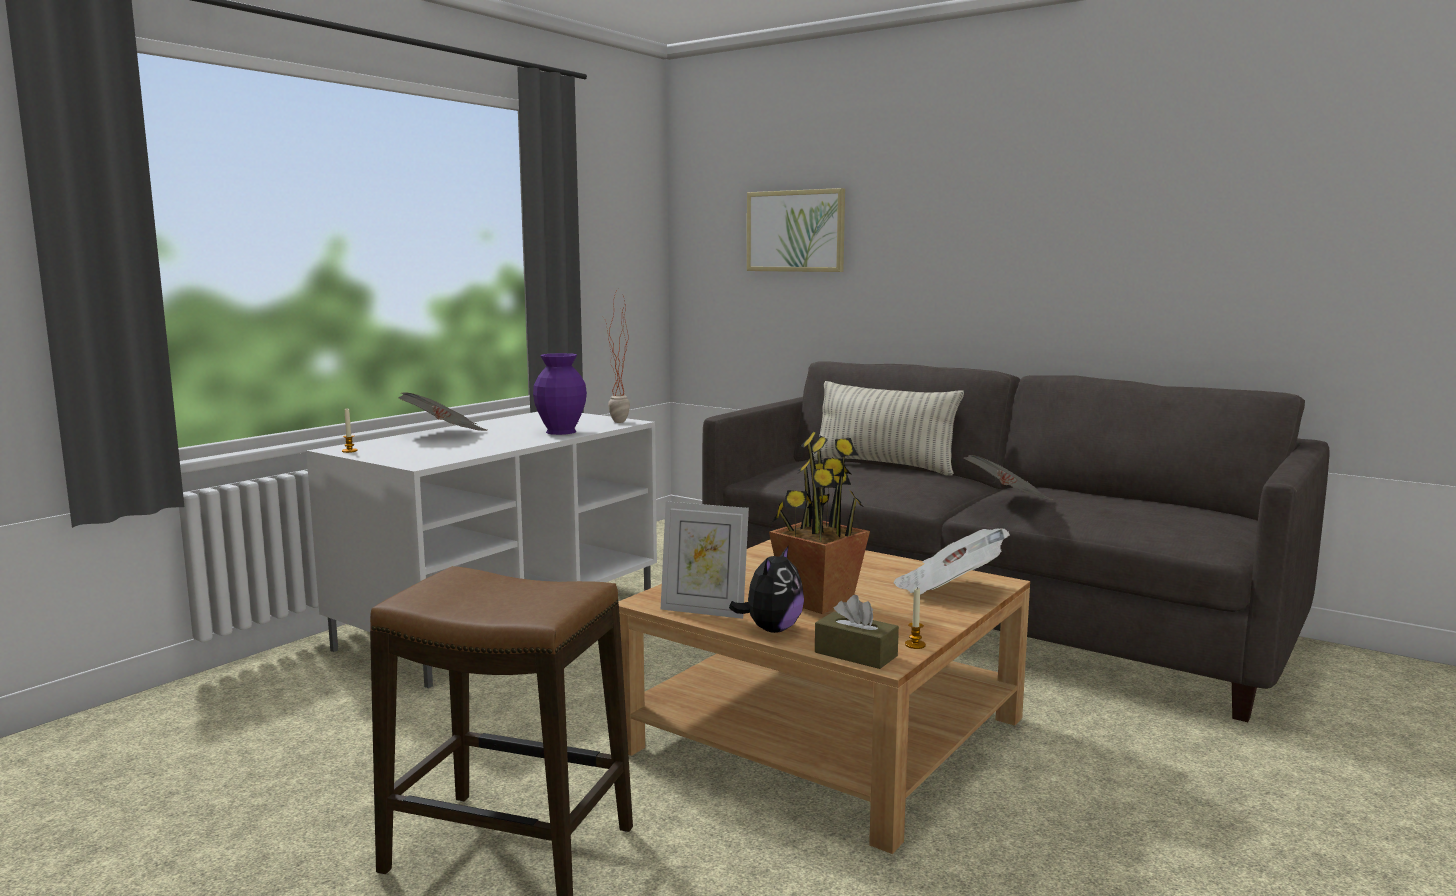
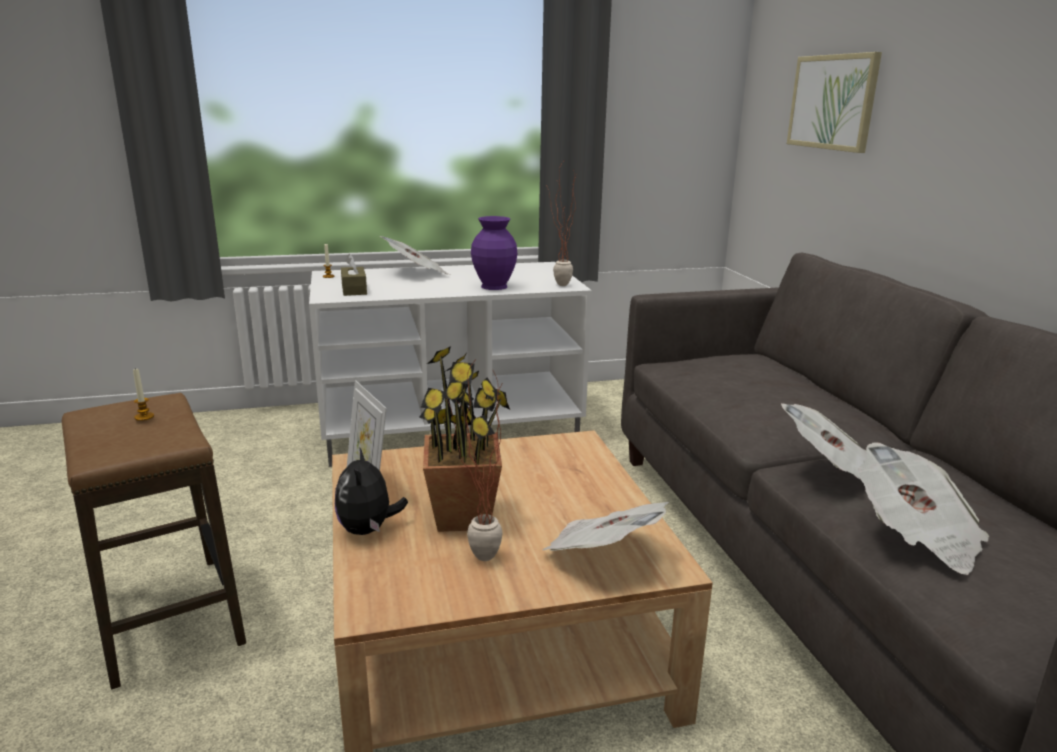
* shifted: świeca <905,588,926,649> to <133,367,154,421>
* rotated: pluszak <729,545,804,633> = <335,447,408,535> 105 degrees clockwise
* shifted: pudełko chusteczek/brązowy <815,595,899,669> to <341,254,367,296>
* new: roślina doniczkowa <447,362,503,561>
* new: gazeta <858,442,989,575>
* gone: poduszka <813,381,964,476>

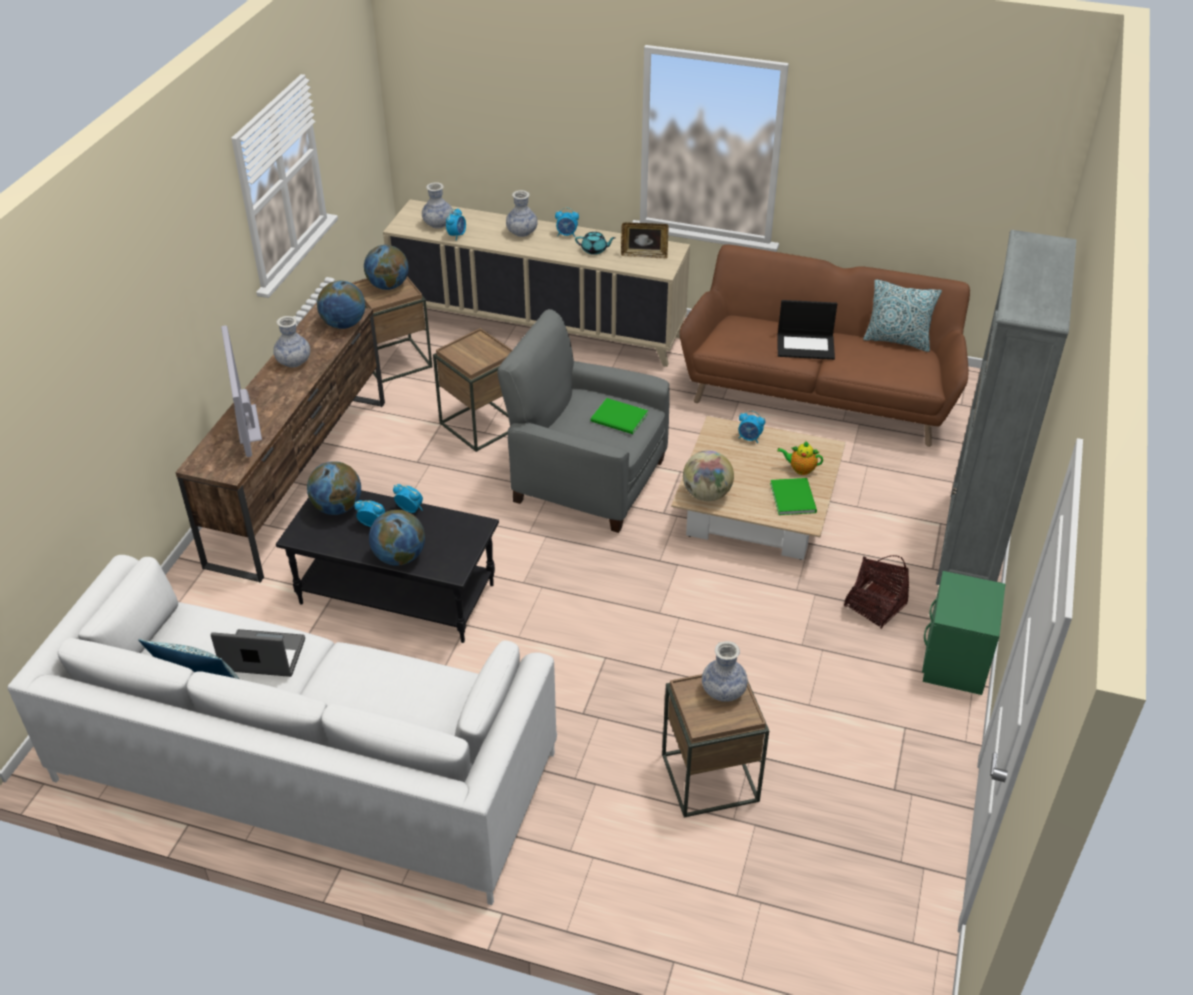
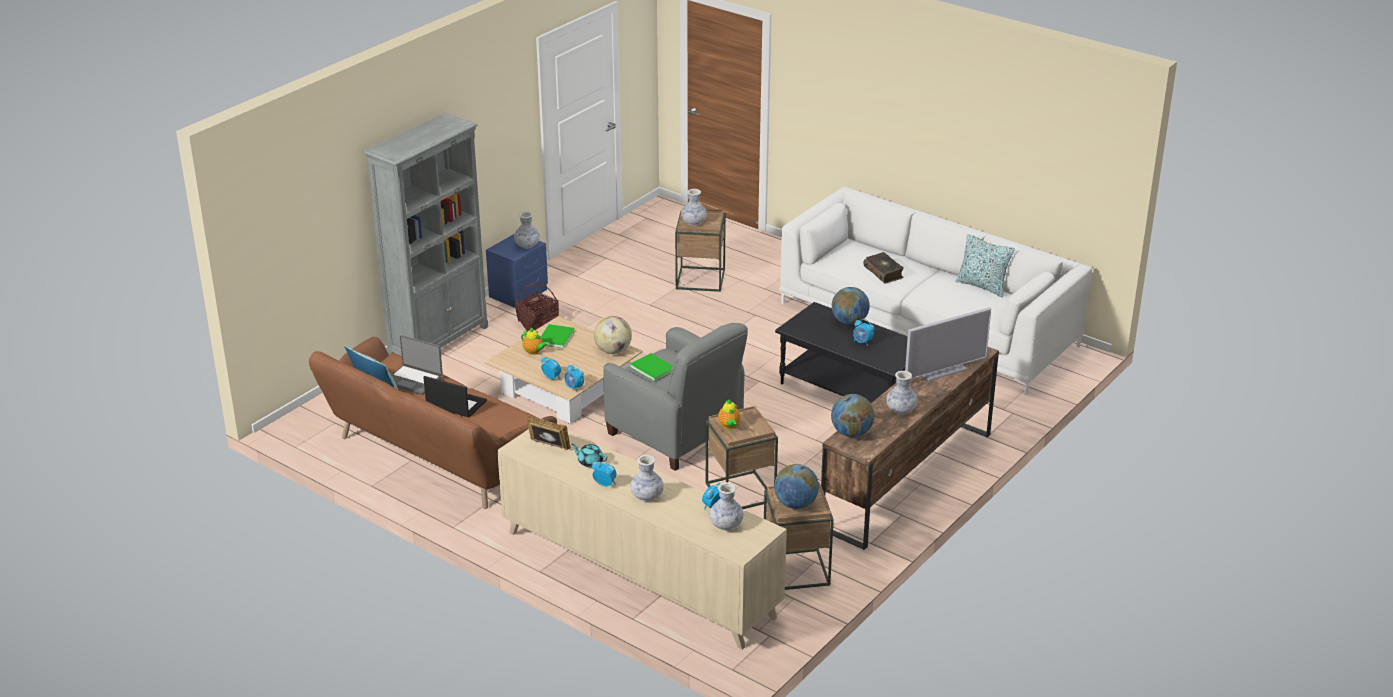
* shifted: laptop <211,629,305,677> to <391,335,443,395>
* repainted: szafka nocna/zielony <922,571,1005,695> to szafka nocna/niebieski <486,234,548,308>
* new: wazon <514,211,540,249>
* shifted: budzik <393,484,423,513> to <565,364,584,392>
* new: imbryk <718,399,740,429>
* new: książka <863,252,904,283>
* rotated: telewizor <221,325,262,457> = <905,307,991,381> 60 degrees clockwise
* gone: globus <307,461,361,515>

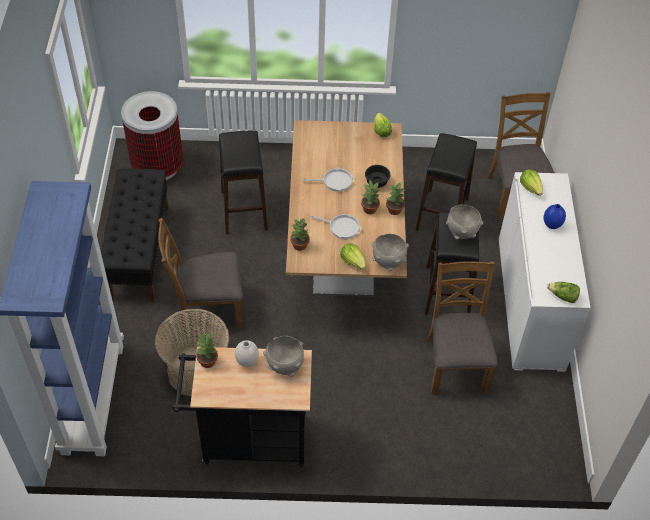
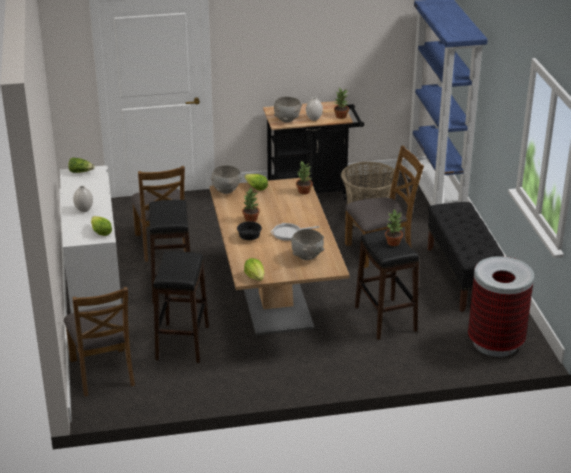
* repainted: wazon/niebieski <544,204,566,229> to wazon/biały <73,186,93,212>
* shifted: miska/szary <446,204,483,240> to <290,229,324,260>
* shifted: roślina doniczkowa <386,183,405,215> to <385,209,403,246>
* gone: patelnia <311,214,362,239>

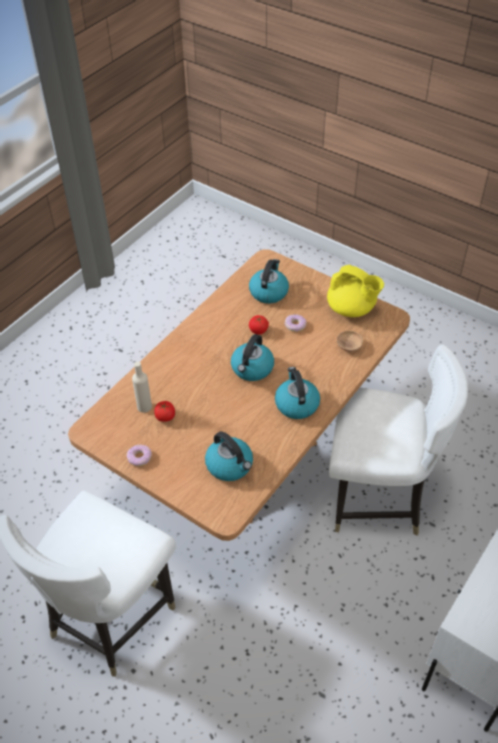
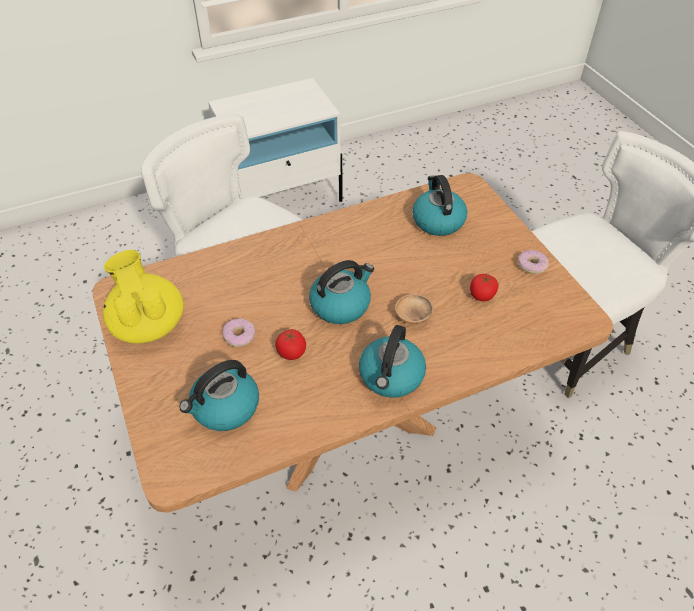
* shifted: czajnik <275,367,320,419> to <359,325,426,398>
* shifted: miska/brązowy <337,331,363,352> to <395,294,434,324>
* gone: butelka/beżowy <132,362,152,413>

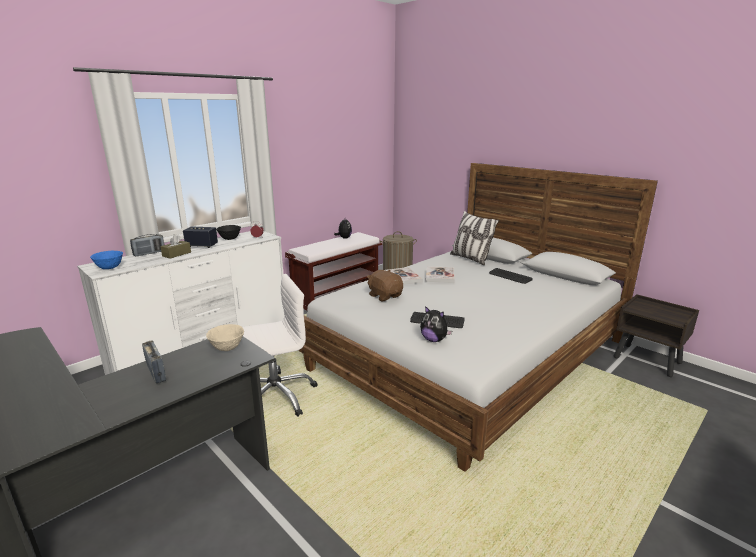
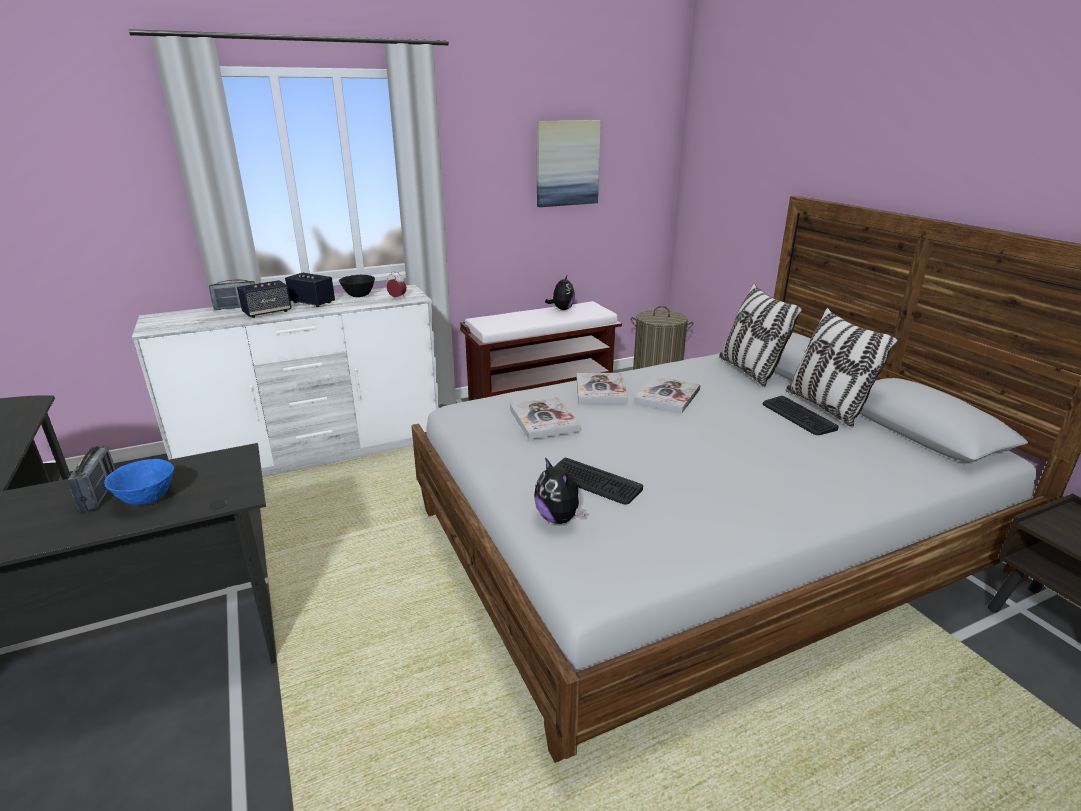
* shifted: miska/niebieski <90,251,123,269> to <104,459,174,505>
* swapped: pudełko chusteczek/brązowy <160,234,191,259> to głośnik <237,280,292,318>
* swapped: pluszak/brązowy <367,270,403,301> to książka <510,397,581,439>
* new: obraz <537,120,601,207>
* new: poduszka <786,308,899,427>
* gone: miska/beżowy <206,324,244,351>
* gone: krzesło biurowe/biały <242,274,318,417>

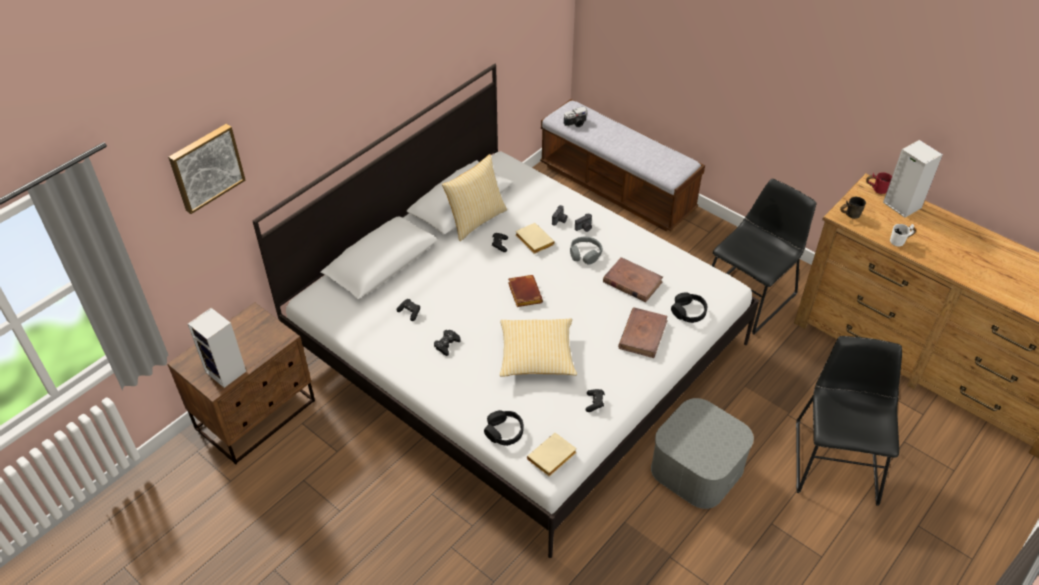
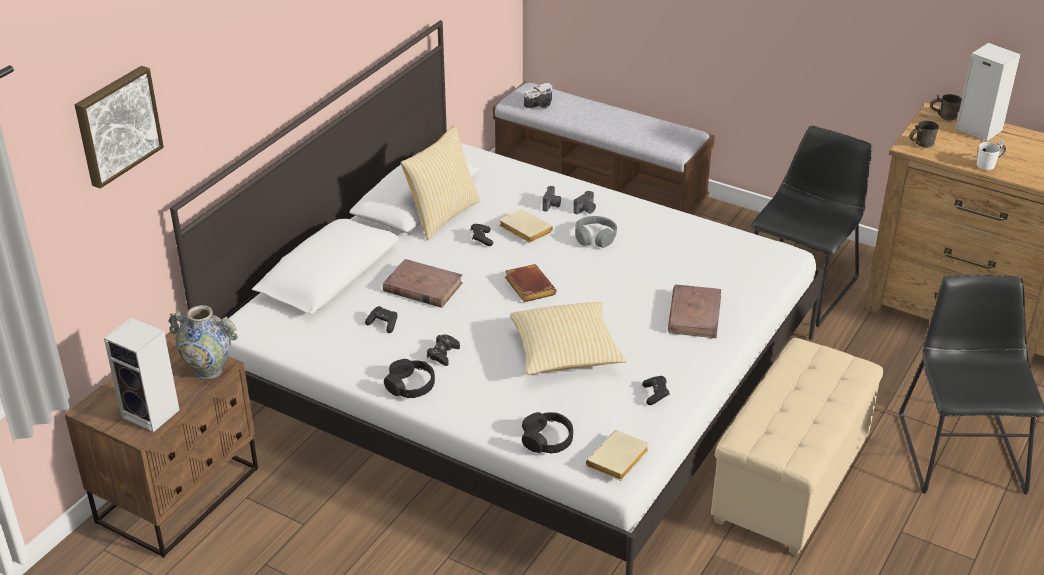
* new: wazon <168,305,238,379>
* shifted: książka/brązowy <603,257,663,302> to <383,259,463,308>
* shifted: słuchawki/czarny <671,292,707,323> to <384,359,435,398>
* swapped: pojemnik do przechowywania/szary <651,398,754,509> to pufa/beżowy <711,338,883,556>
* repainted: kubek/czerwony <866,172,892,194> to kubek/szary <930,94,962,121>

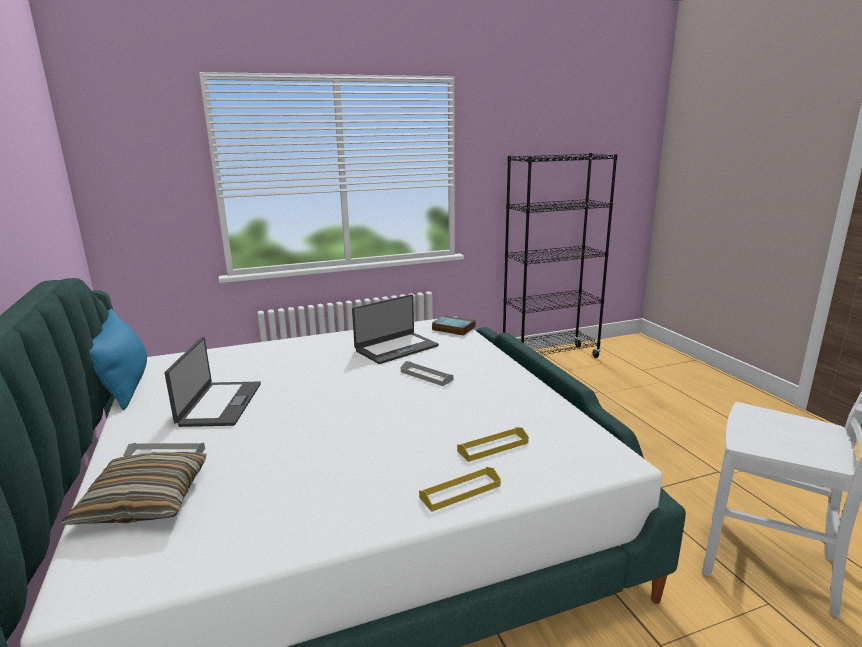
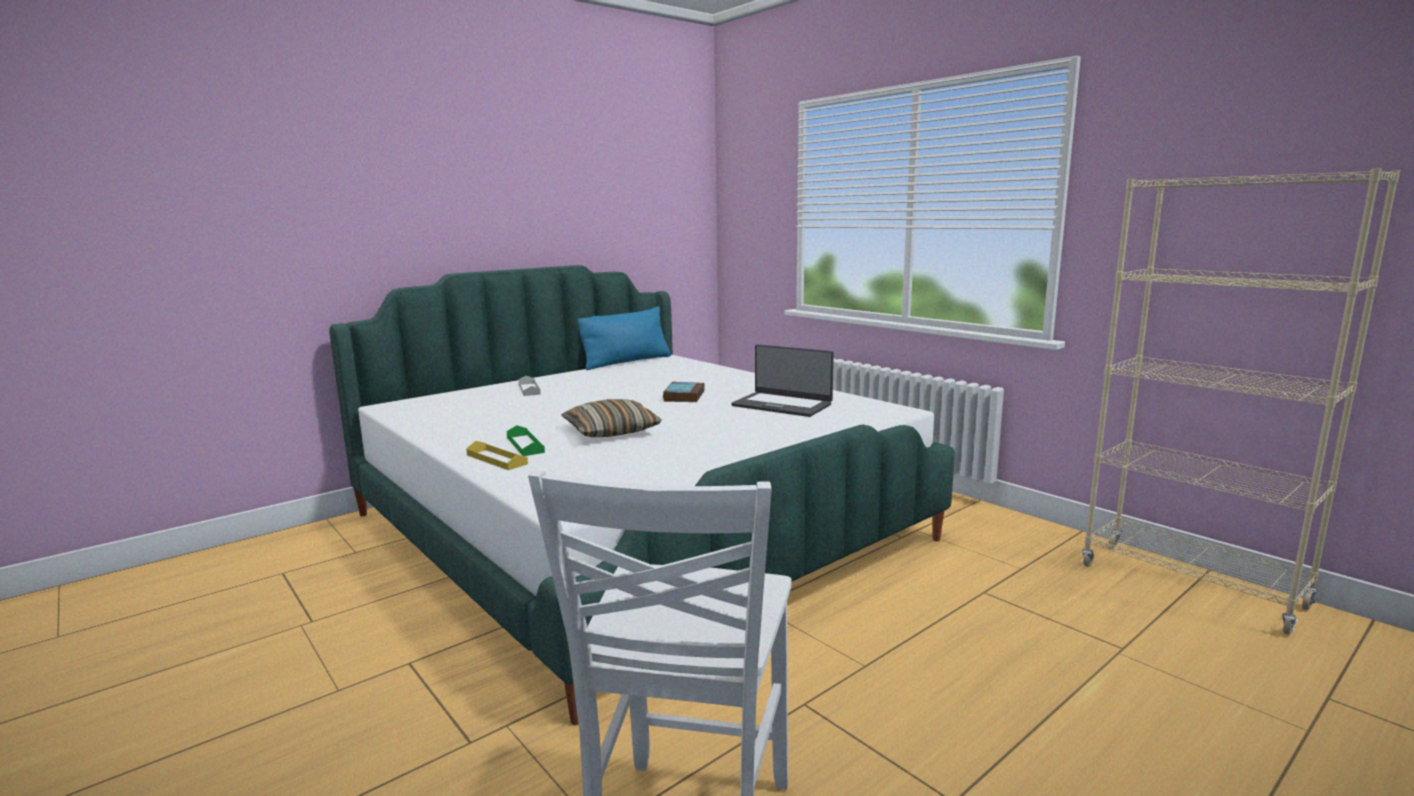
* new: taca/zielony <507,425,545,456>
* shifted: poduszka <61,452,207,525> to <561,399,662,437>
* shifted: książka <432,315,476,336> to <663,382,705,402>
* repainted: regał/czarny <503,153,618,358> to regał/beżowy <1081,169,1400,635>
* gone: laptop <165,337,261,427>
* gone: taca/szary <401,361,453,386>
* gone: taca/żółty <457,427,529,462>

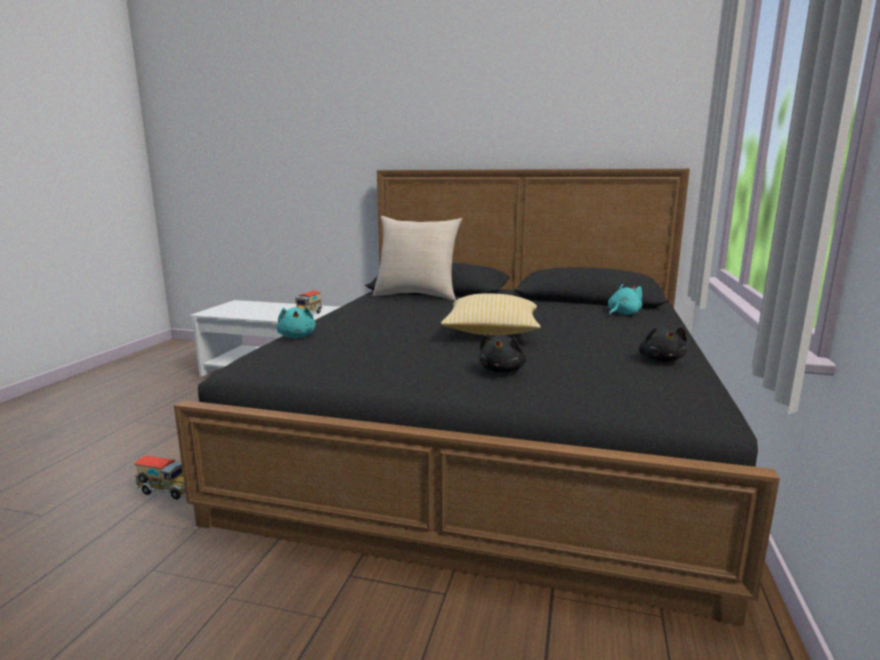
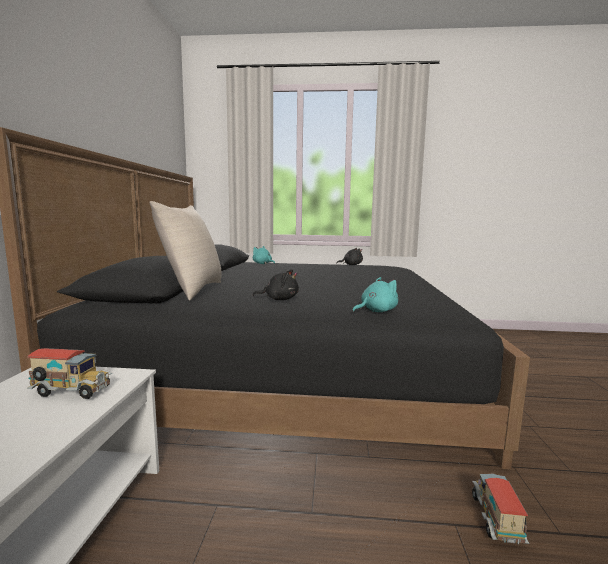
* shifted: pluszak/czarny <479,334,527,373> to <253,270,299,300>
* gone: poduszka <441,293,541,335>

